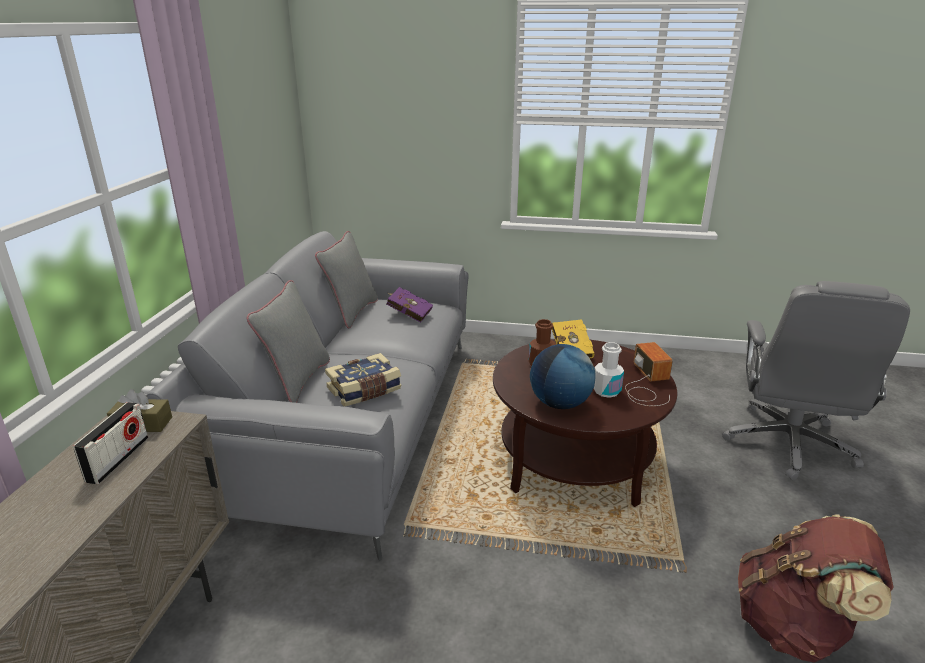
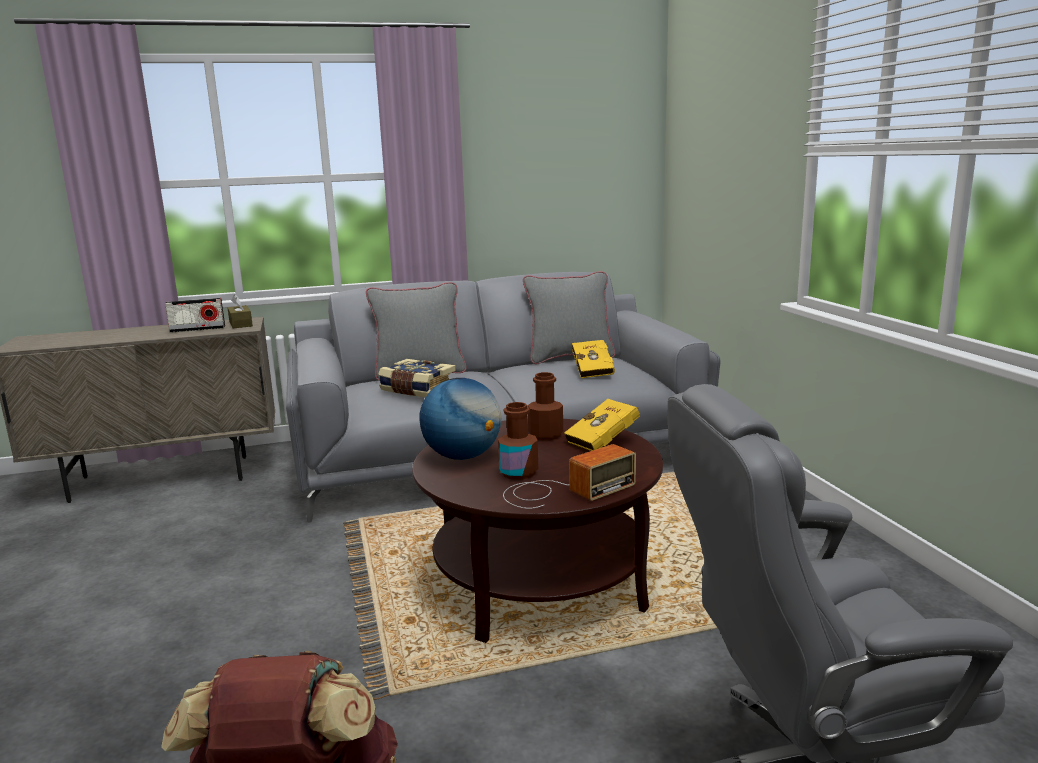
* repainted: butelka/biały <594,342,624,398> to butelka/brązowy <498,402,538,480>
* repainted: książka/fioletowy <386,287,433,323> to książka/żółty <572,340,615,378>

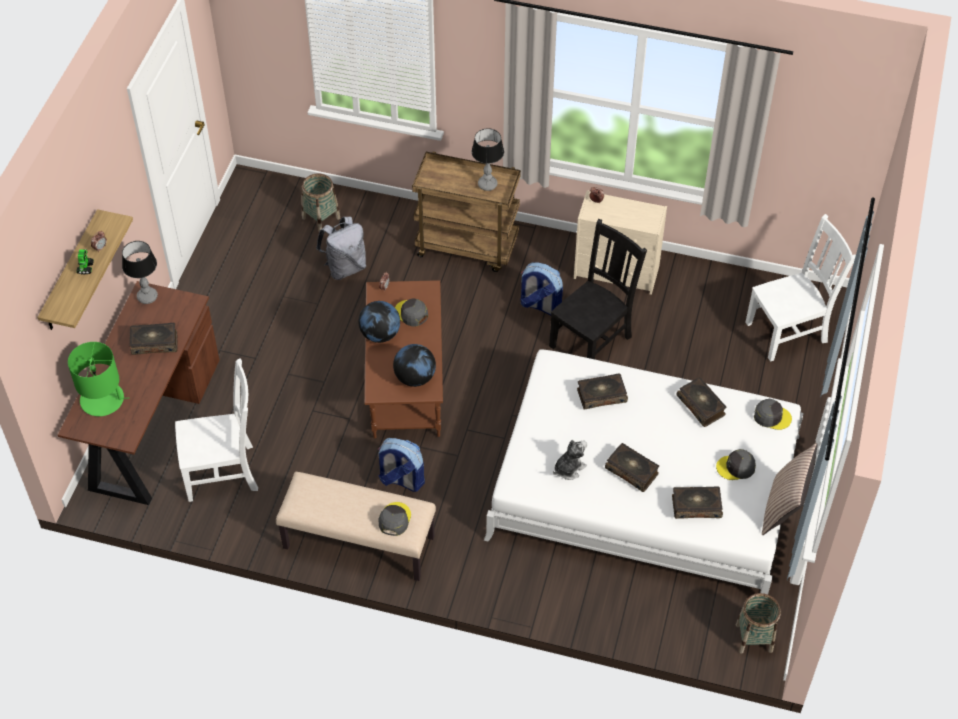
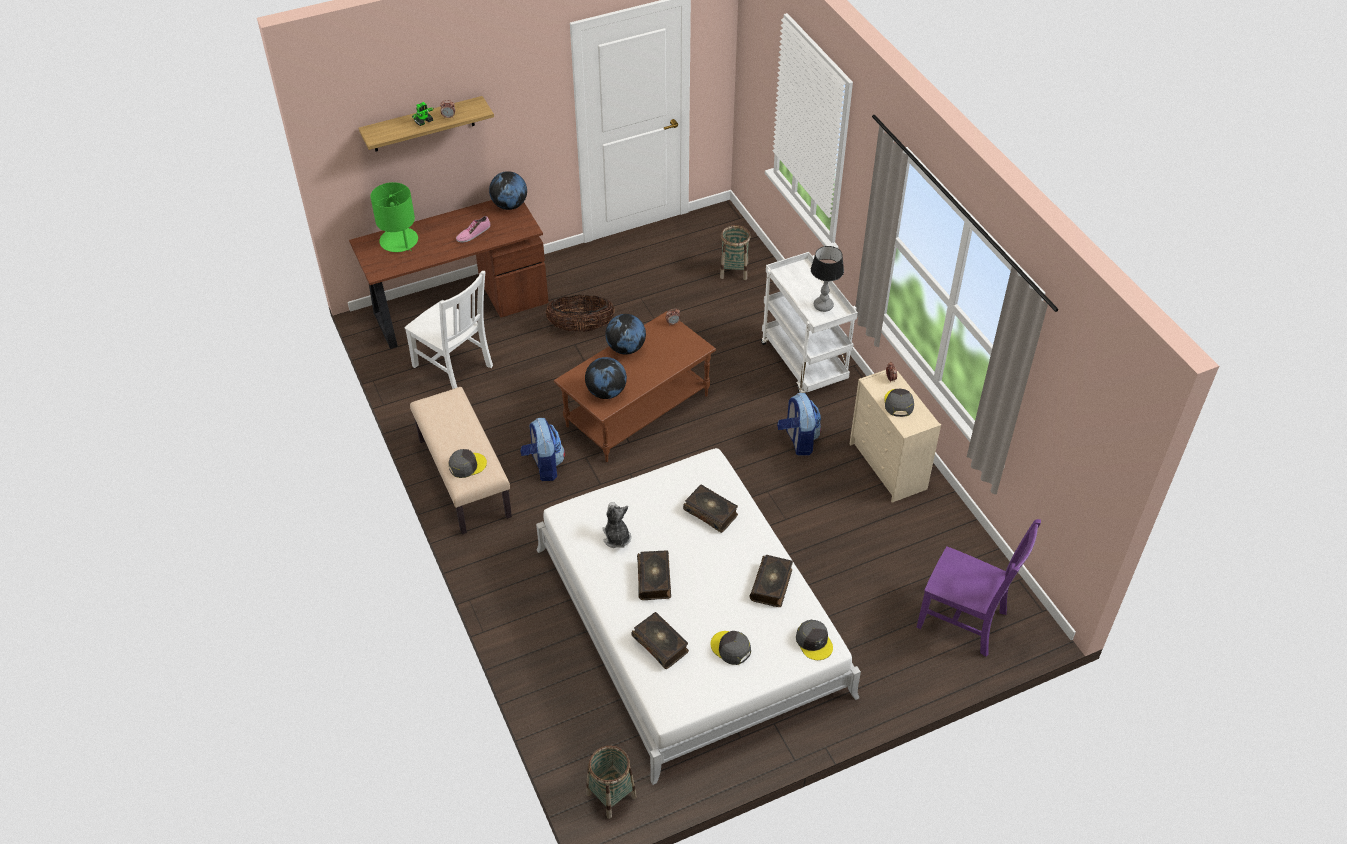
* swapped: książka <129,323,178,355> to but <456,216,491,243>
* swapped: lampa stołowa <122,241,158,304> to globus <489,171,527,210>
* new: koszyk <546,295,615,332>
* rotated: pluszak <553,440,587,480> = <602,502,631,548> 120 degrees counterclockwise
* repainted: wózek/brązowy <412,152,521,272> to wózek/biały <761,252,858,393>
* shifted: czapka z daszkiem/szary <395,298,428,326> to <884,389,914,417>
* repainted: krzesło/biały <745,214,856,362> to krzesło/fioletowy <917,519,1041,657>
* gone: plecak/szary <316,217,366,280>
* gone: krzesło/czarny <549,219,647,359>
* gone: poduszka <762,443,818,535>

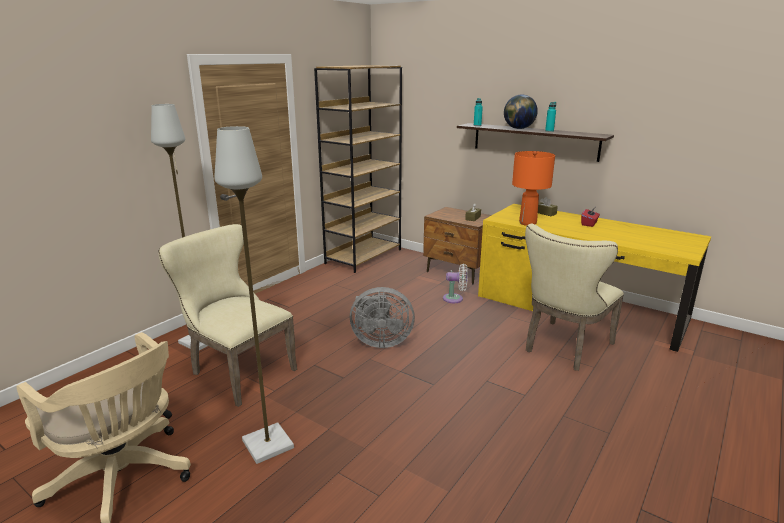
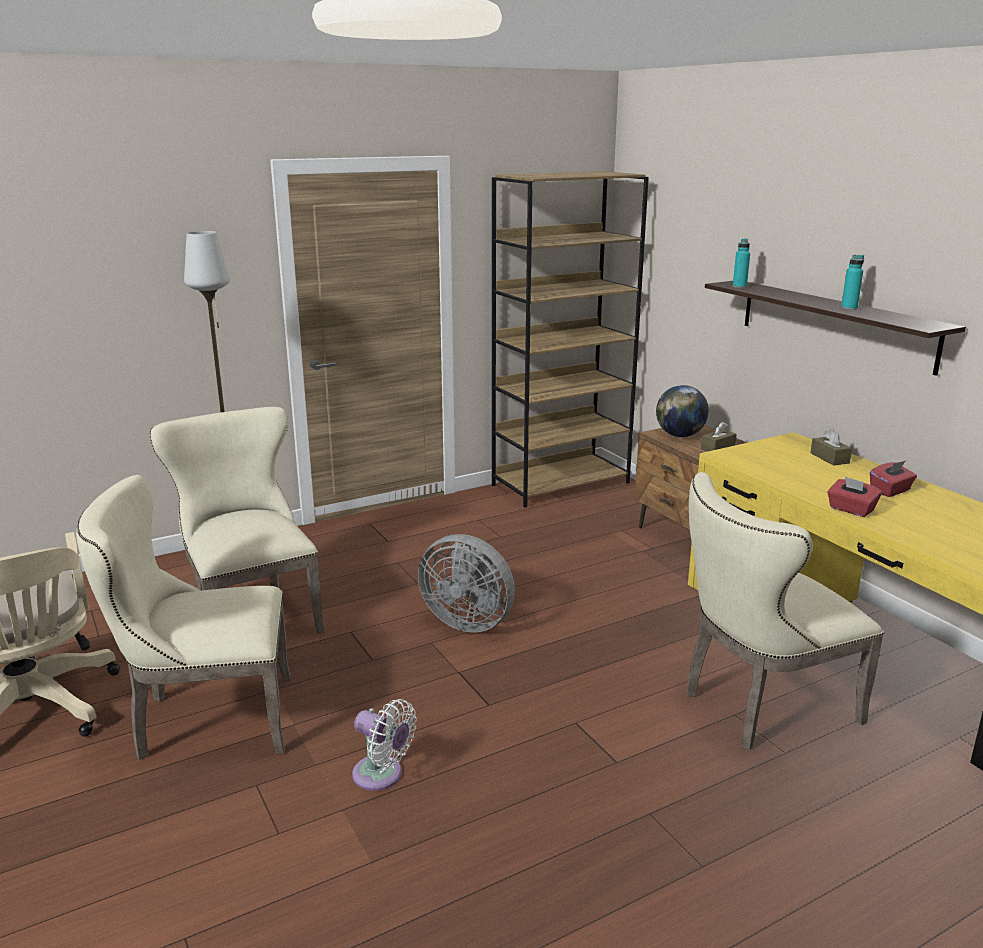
* swapped: lampa stojąca/szary <214,126,294,464> to krzesło/beżowy <76,475,290,760>
* shifted: wentylator/biały <443,264,468,303> to <352,699,417,791>
* shifted: globus <504,95,538,129> to <656,385,709,437>
* new: pudełko chusteczek/czerwony <827,477,882,517>
* gone: lampa stołowa/pomarańczowy <512,151,555,226>

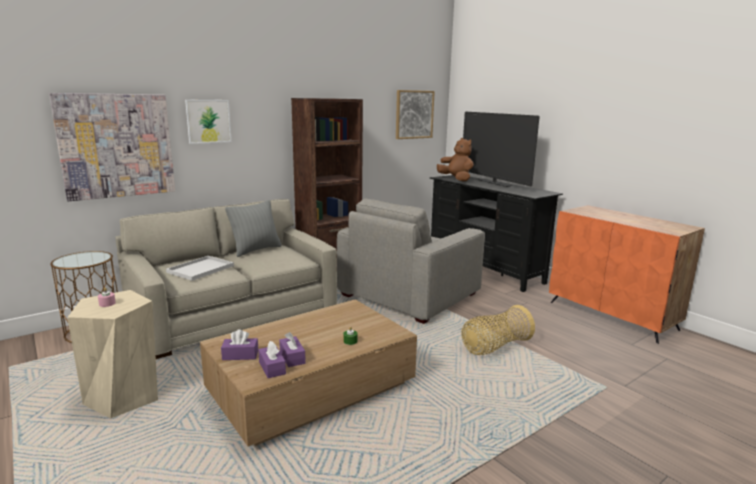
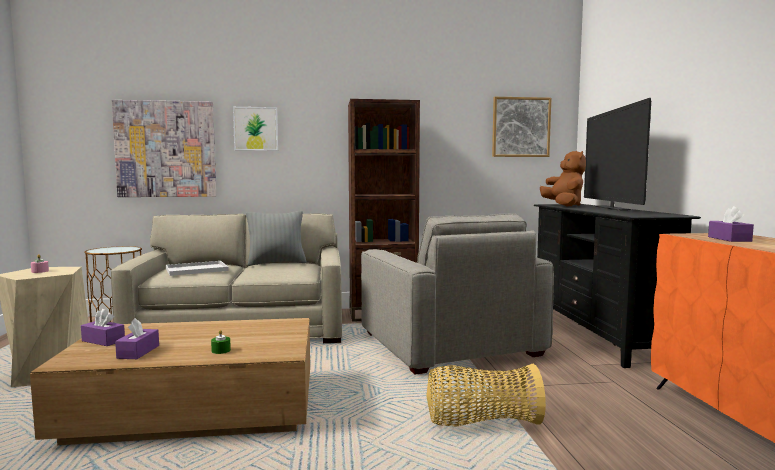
* rotated: fotel/szary <337,198,485,324> = <361,213,554,375> 90 degrees counterclockwise
* shifted: pudełko chusteczek/fioletowy <258,341,286,378> to <708,206,754,242>

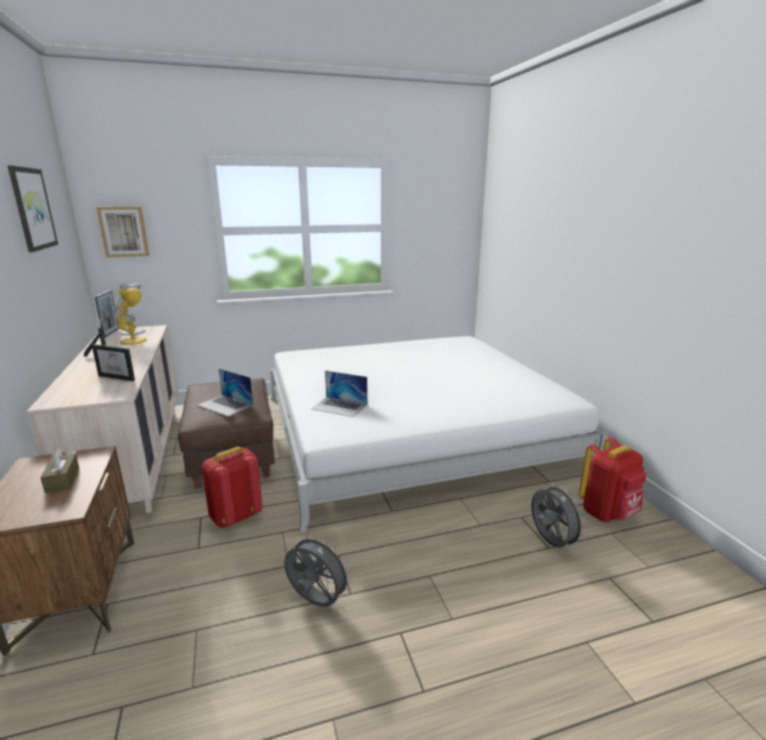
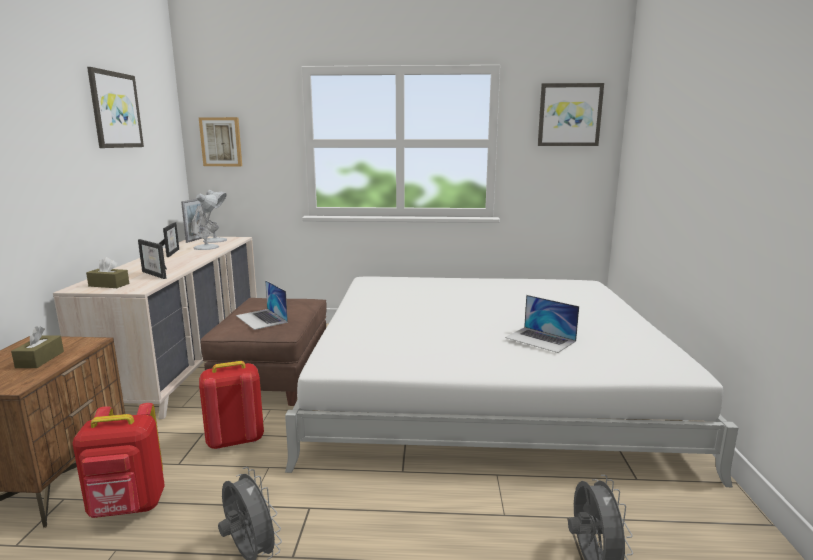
* shifted: plecak/czerwony <579,437,647,522> to <73,403,165,518>
* new: pudełko chusteczek/brązowy <86,257,129,288>
* repainted: lampa stołowa/żółty <118,288,147,345> to lampa stołowa/biały <191,194,219,250>
* shifted: laptop <311,371,368,417> to <505,295,579,353>
* new: obraz <538,83,604,146>

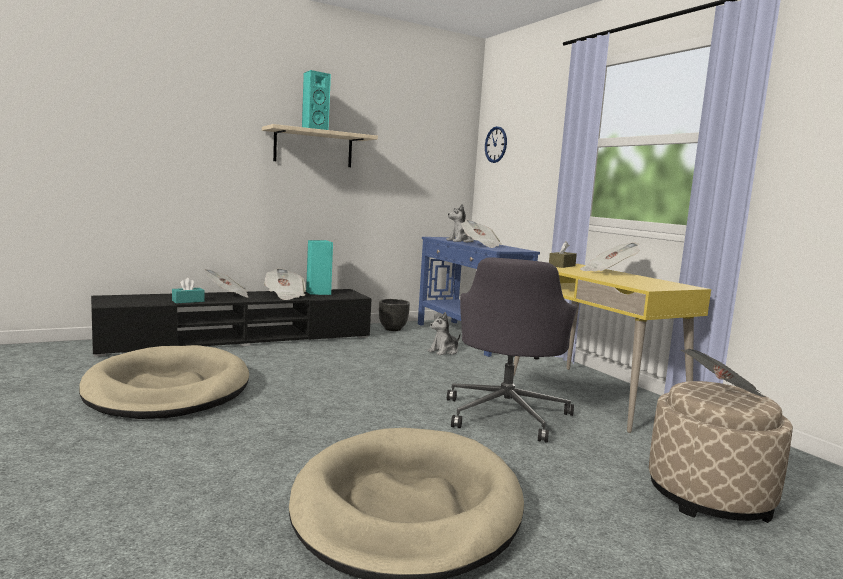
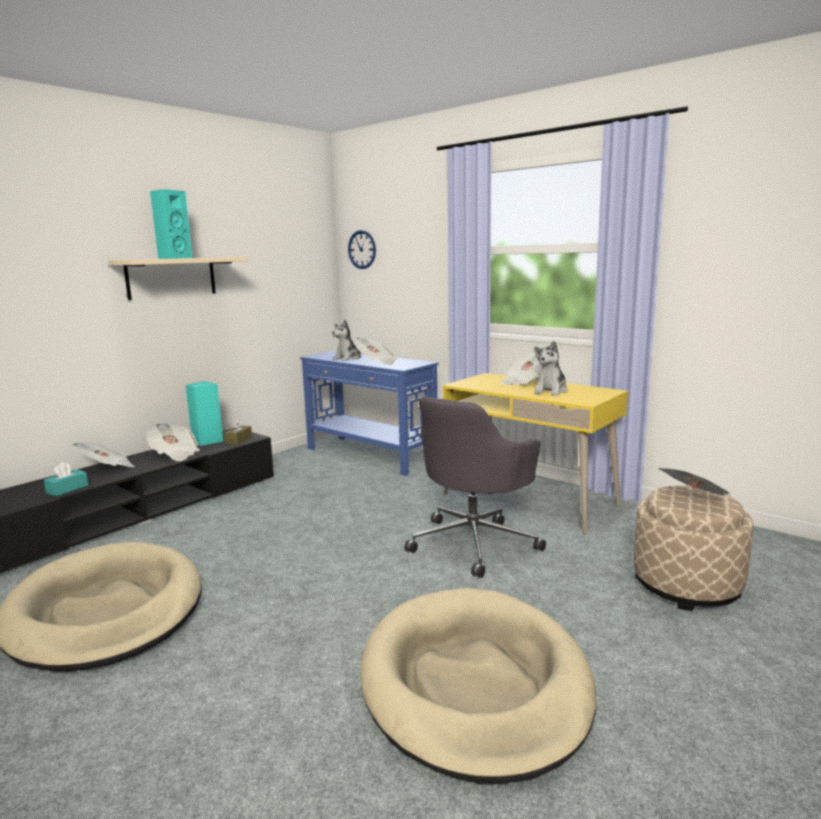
* shifted: pudełko chusteczek/brązowy <549,241,577,268> to <224,418,252,445>
* rotated: krzesło biurowe/szary <447,257,577,443> = <405,396,546,578> 45 degrees clockwise
* shifted: pluszak <427,312,461,355> to <534,341,568,396>
* gone: donica/czarny <379,299,410,331>

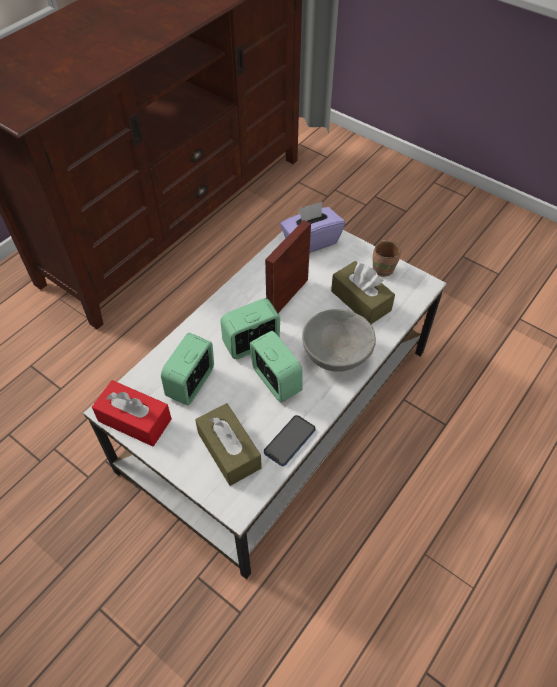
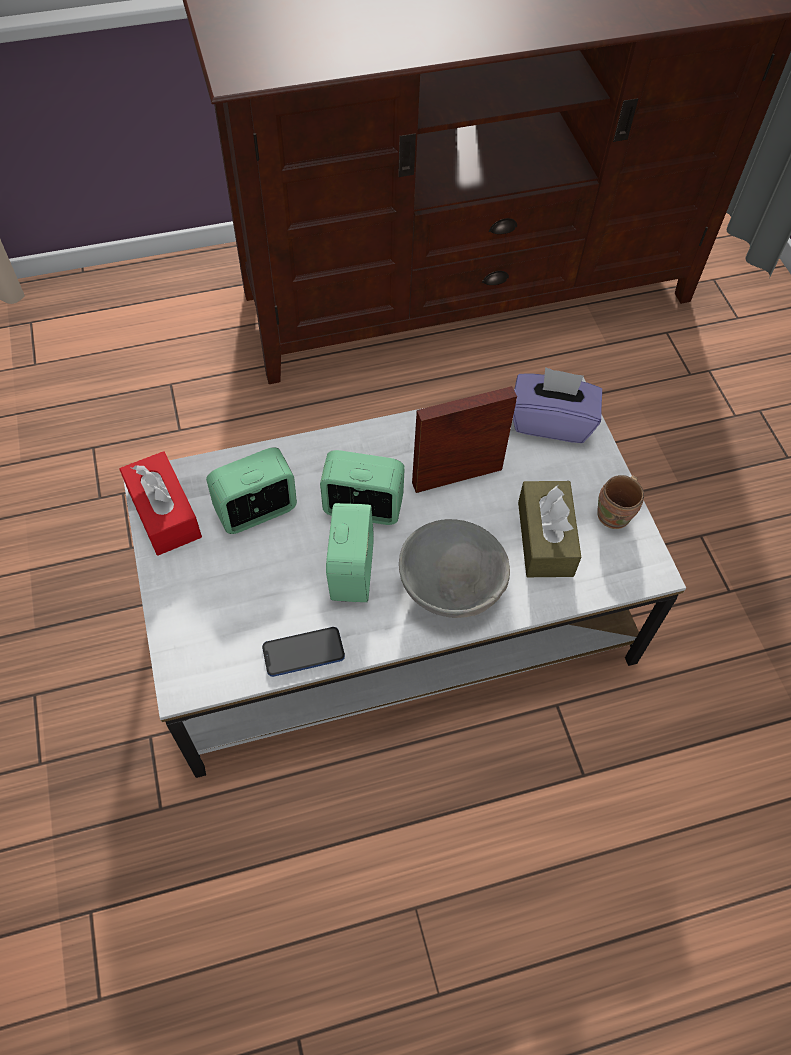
* gone: pudełko chusteczek/brązowy <195,403,262,486>

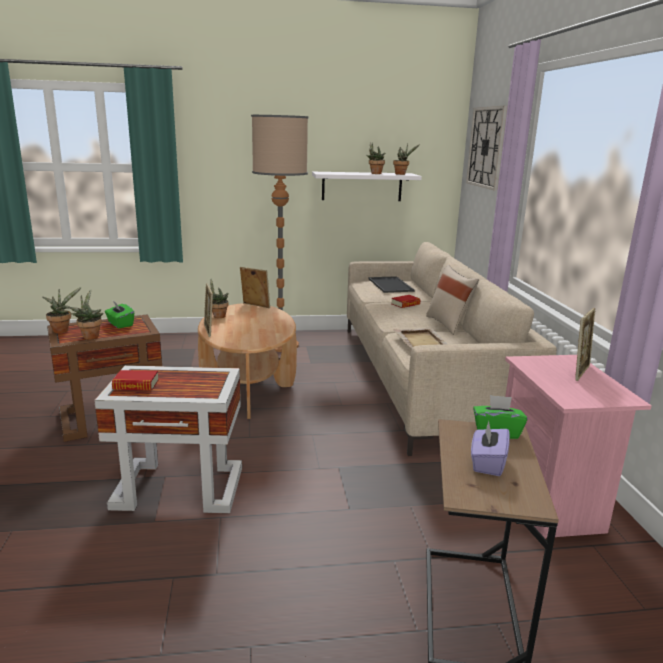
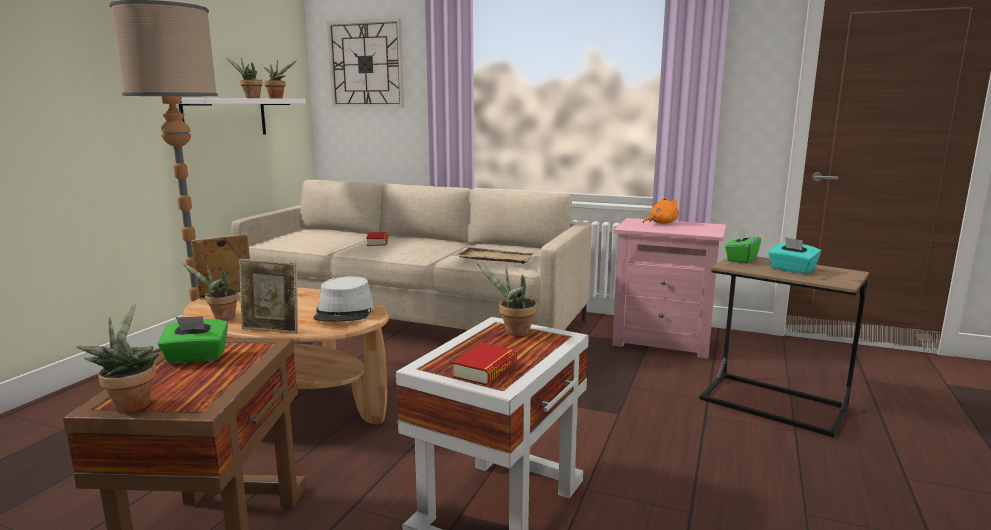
* new: kapelusz/szary <313,276,374,322>
* shifted: roślina doniczkowa <68,289,103,340> to <477,264,536,336>
* swapped: ramka na zdjęcie <575,308,596,381> to pluszak/pomarańczowy <643,198,679,224>
* repainted: pudełko chusteczek/fioletowy <471,420,510,476> to pudełko chusteczek/turkusowy <768,237,821,274>
* gone: taca <368,276,415,293>
* gone: poduszka/beżowy <426,265,479,335>

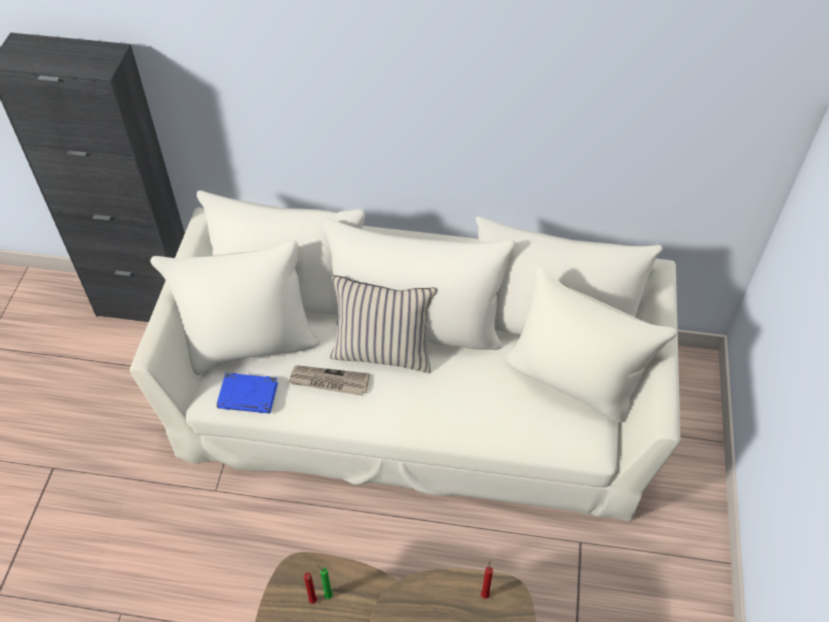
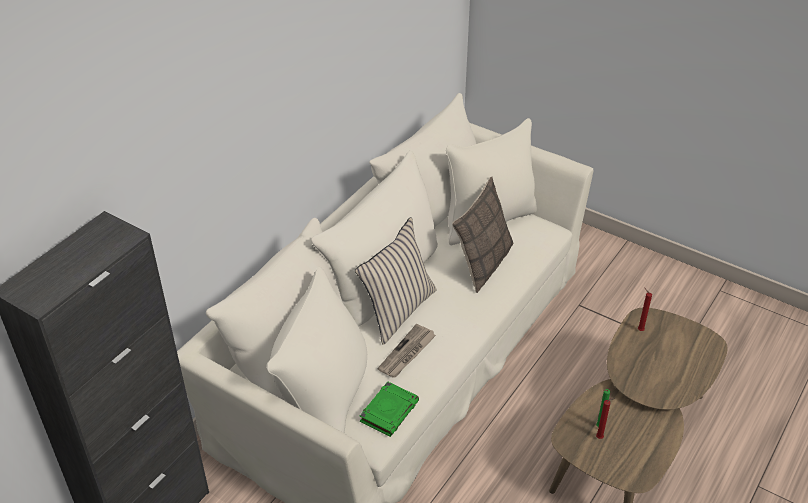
* repainted: książka/niebieski <217,373,278,413> to książka/zielony <359,381,419,437>
* new: poduszka <452,177,513,293>

